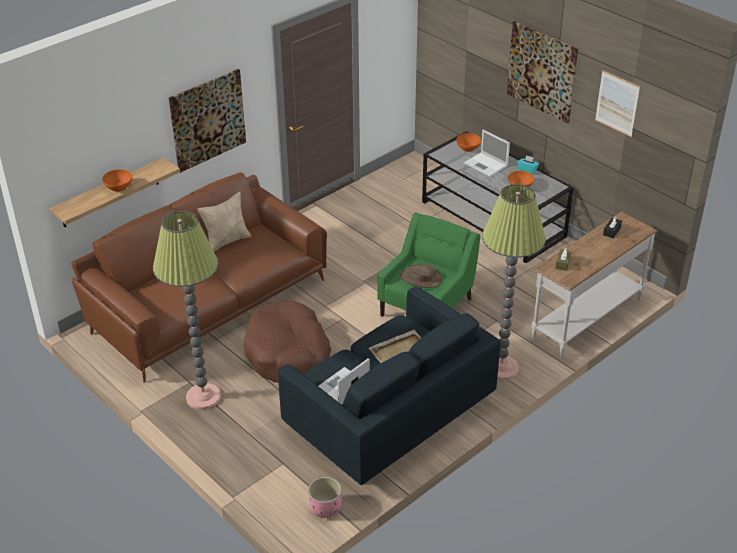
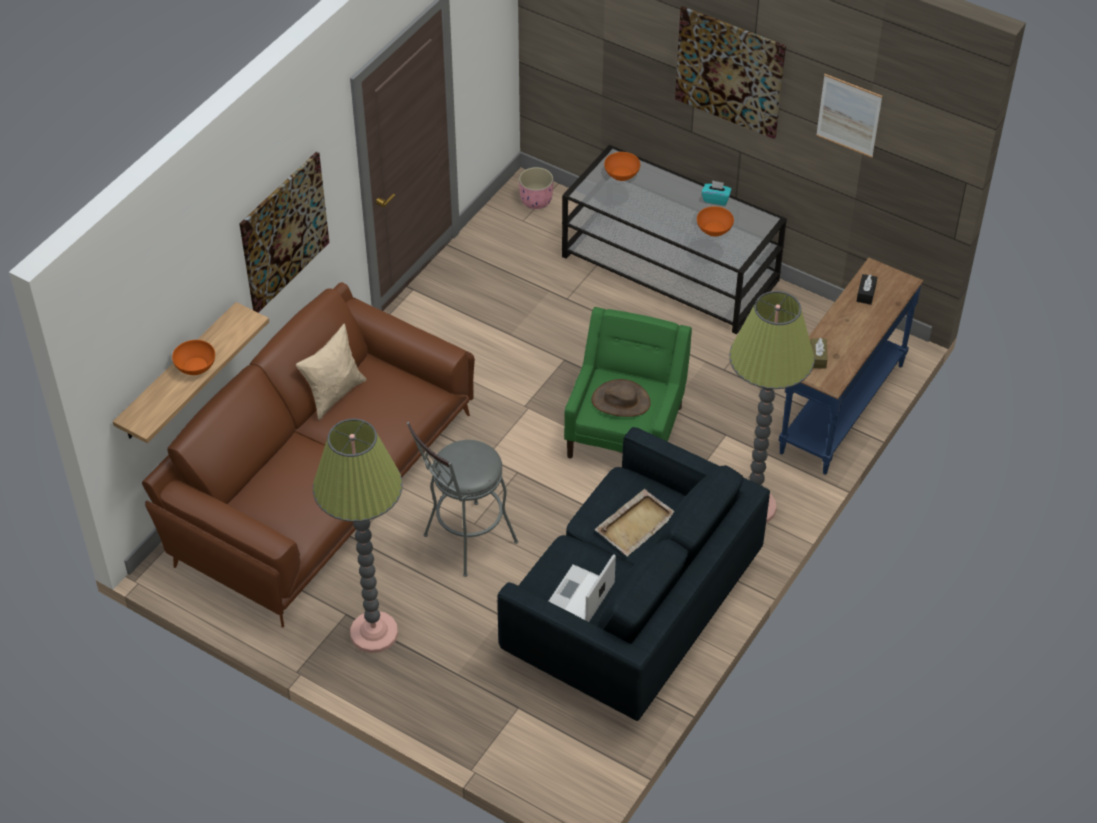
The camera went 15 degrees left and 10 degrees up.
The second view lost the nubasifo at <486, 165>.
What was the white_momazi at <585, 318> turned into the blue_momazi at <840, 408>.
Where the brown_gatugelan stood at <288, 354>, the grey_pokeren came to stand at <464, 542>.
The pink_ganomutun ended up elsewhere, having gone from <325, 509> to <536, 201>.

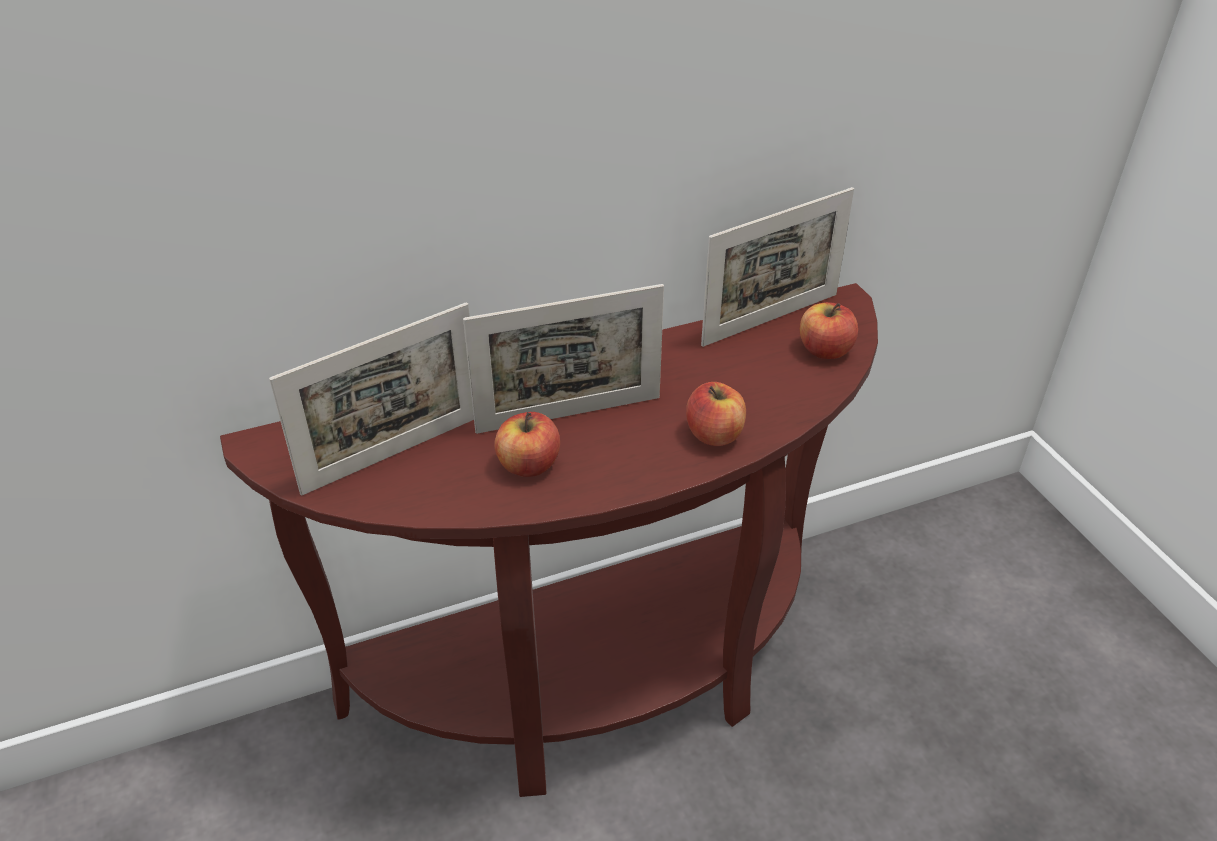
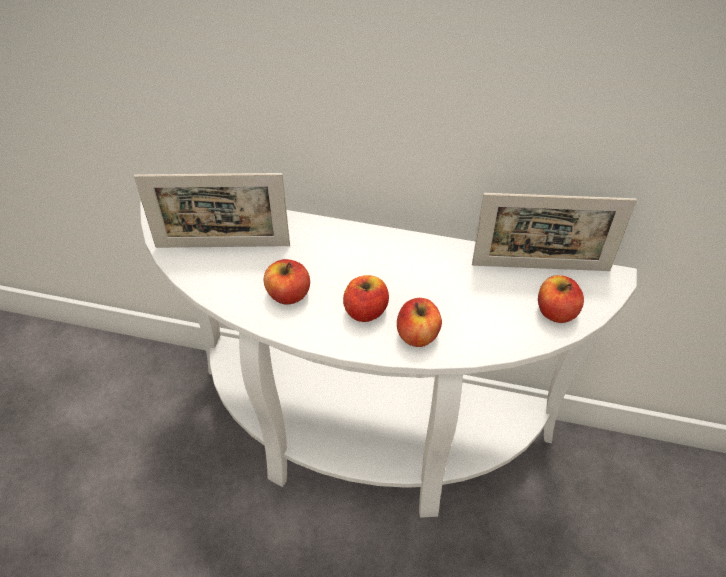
The camera went 35 degrees right and 10 degrees up.
What was the brown_momazi at <602, 681> turned into the white_momazi at <365, 439>.
The second view lost the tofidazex at <569, 414>.
The second view gained the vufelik at <365, 310>.

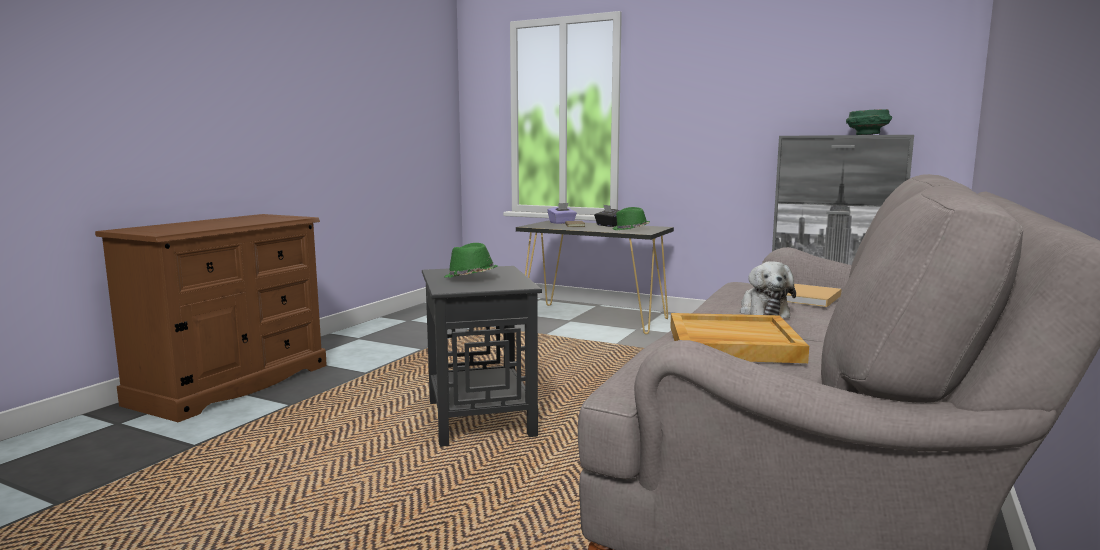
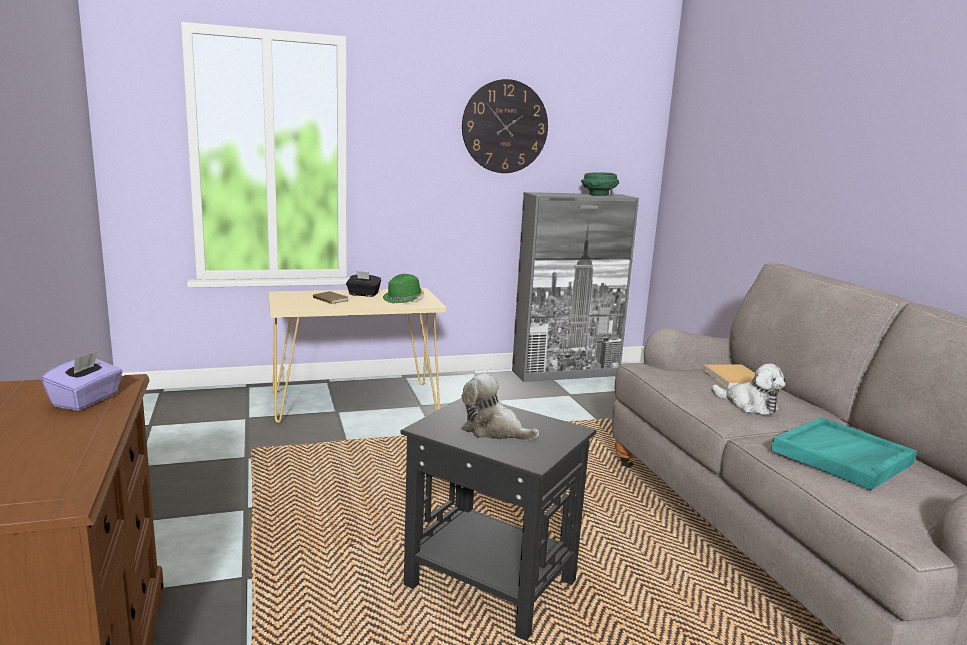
The camera went 45 degrees left and 5 degrees up.
The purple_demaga ended up elsewhere, having gone from <562, 223> to <86, 400>.
What was the black_momazi at <594, 318> turned into the beige_momazi at <356, 402>.
Where the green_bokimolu stood at <470, 277>, the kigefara came to stand at <493, 430>.
What was the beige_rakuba at <731, 344> turned into the turquoise_rakuba at <842, 457>.
The second view gained the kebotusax at <505, 127>.

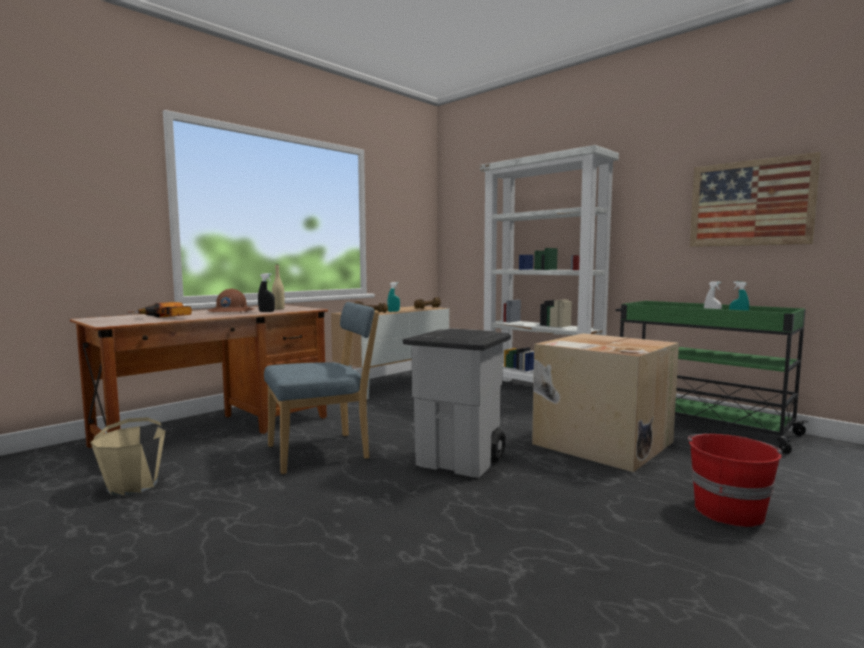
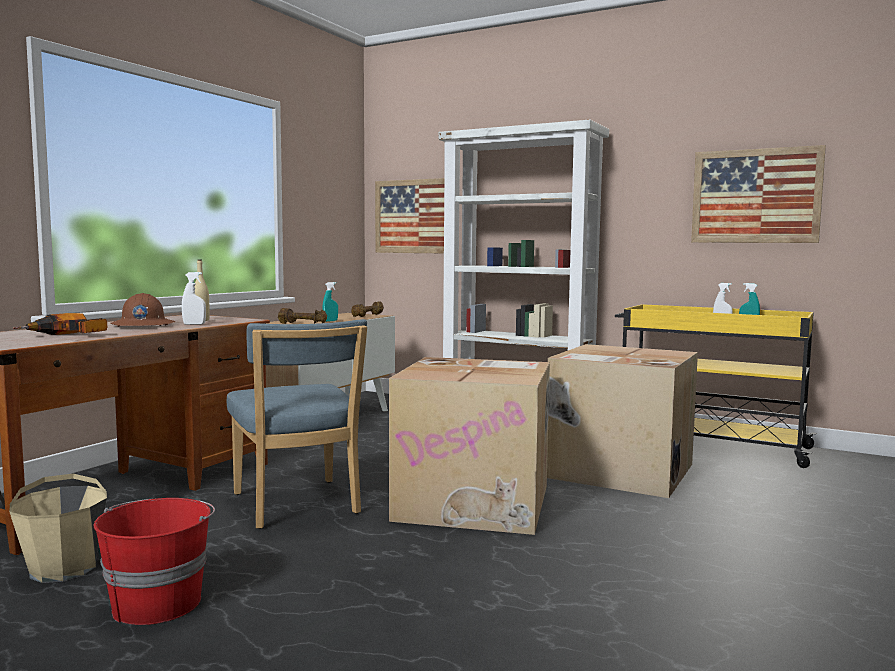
The camera went 15 degrees left and 0 degrees up.
What was the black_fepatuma at <266, 311> turned into the white_fepatuma at <194, 324>.
What was the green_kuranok at <698, 424> turned into the yellow_kuranok at <707, 444>.
The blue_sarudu at <323, 452> ended up facing another way, 105 degrees clockwise from before.
Where the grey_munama stood at <461, 461>, the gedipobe came to stand at <476, 502>.
The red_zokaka ended up elsewhere, having gone from <728, 510> to <158, 602>.
The second view gained the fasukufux at <415, 216>.

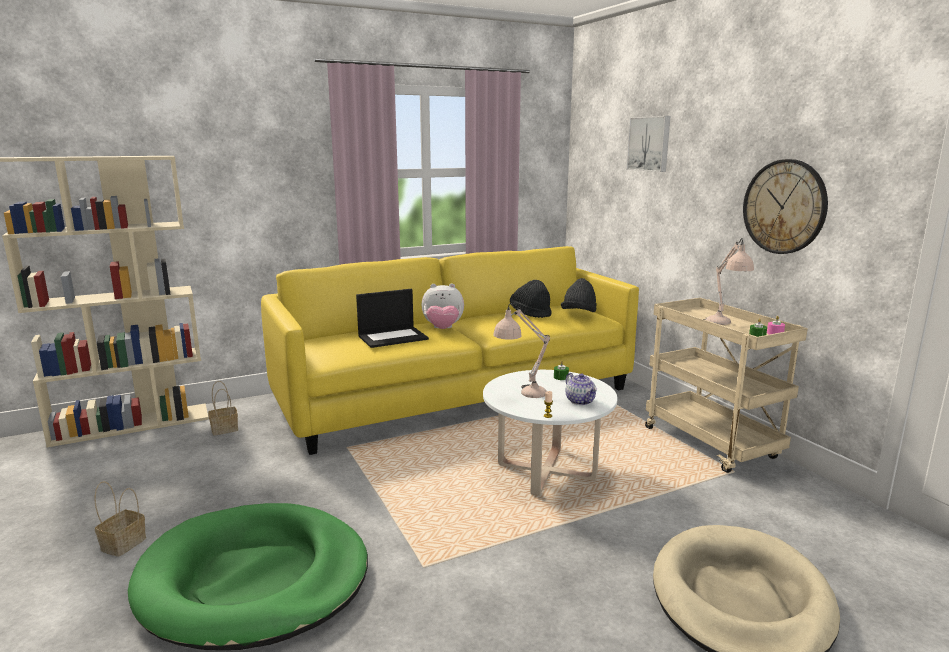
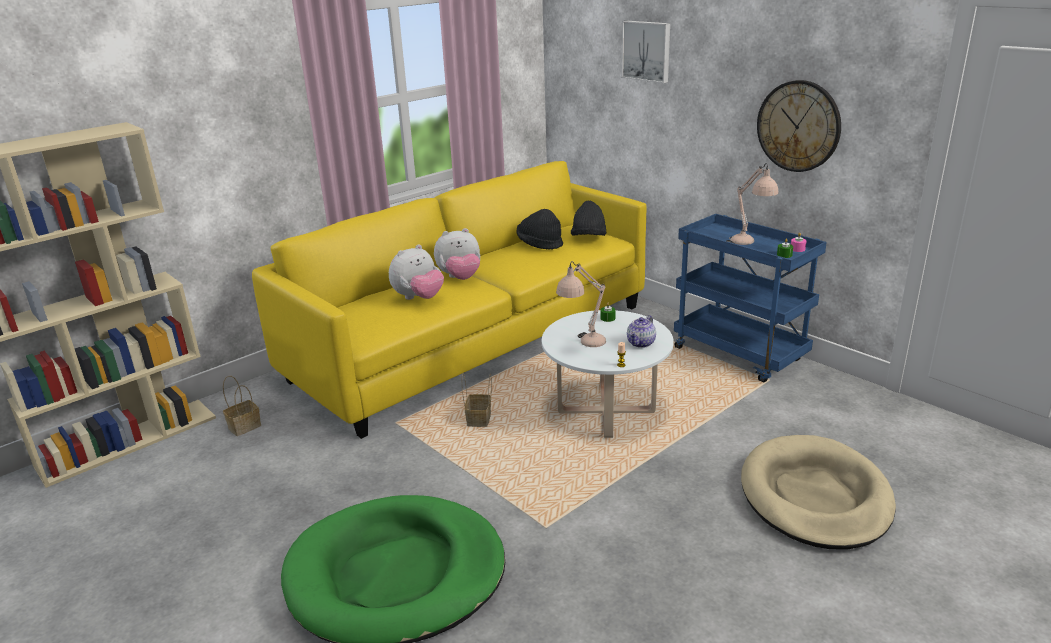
The camera went 15 degrees left and 10 degrees up.
Where the nubasifo stood at <393, 337>, the kigefara came to stand at <418, 298>.
What was the beige_kuranok at <712, 444> turned into the blue_kuranok at <740, 355>.
The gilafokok at <580, 401> ended up facing another way, 75 degrees clockwise from before.
The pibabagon ended up elsewhere, having gone from <123, 545> to <479, 420>.

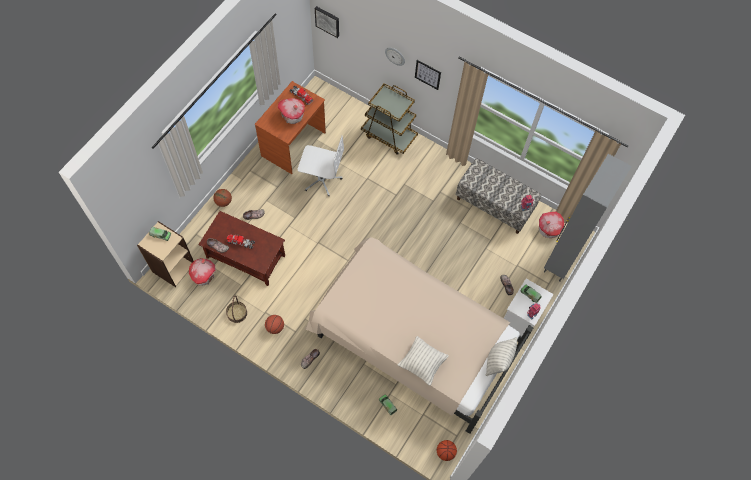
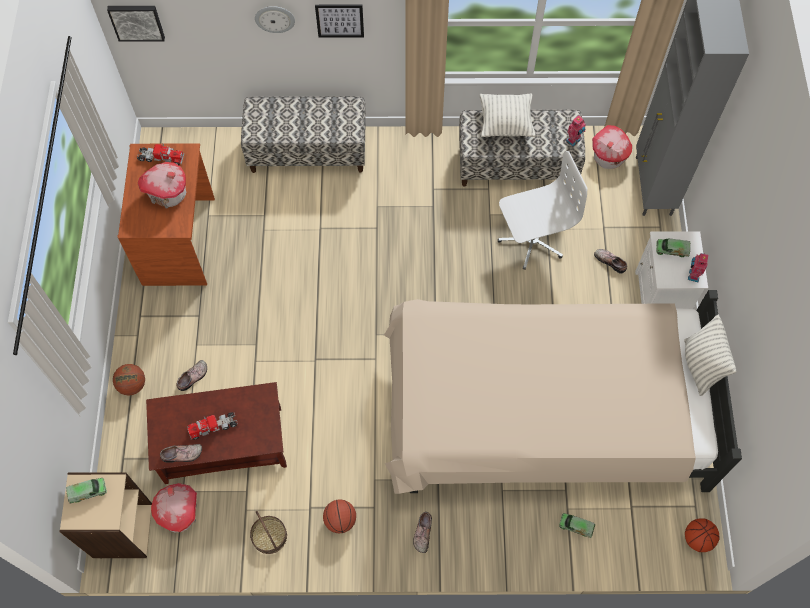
The camera went 30 degrees left and 0 degrees up.
Where the brown_kuranok stood at <389, 135>, the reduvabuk came to stand at <308, 152>.
The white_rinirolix ended up elsewhere, having gone from <321, 179> to <531, 240>.
The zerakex ended up elsewhere, having gone from <422, 363> to <505, 124>.

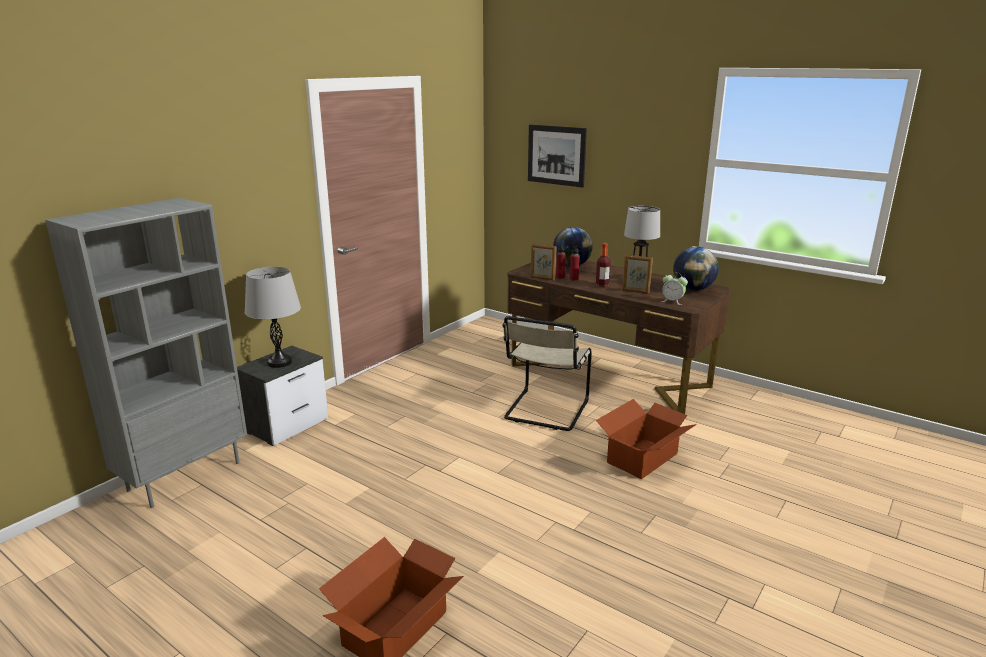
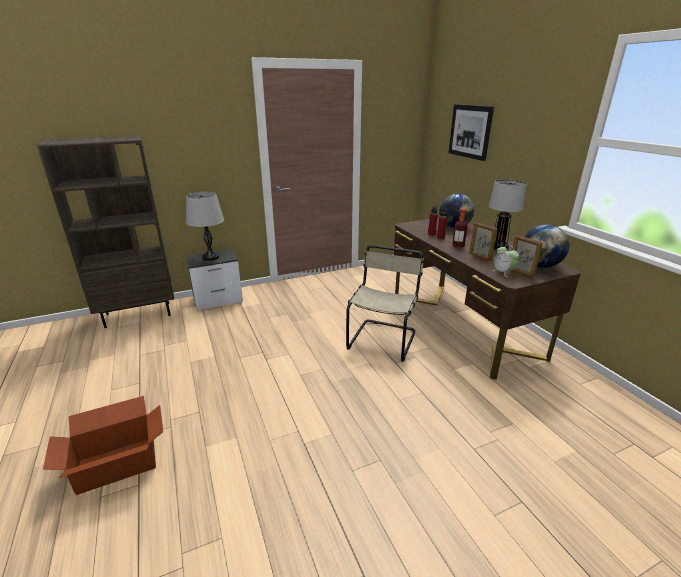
The camera went 30 degrees right and 5 degrees up.
What was the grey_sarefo at <185, 475> turned into the brown_sarefo at <139, 314>.
The tofidazex ended up elsewhere, having gone from <542, 278> to <520, 273>.
The beige_sarudu at <545, 411> ended up facing another way, 150 degrees clockwise from before.
The second view lost the gedipobe at <643, 458>.

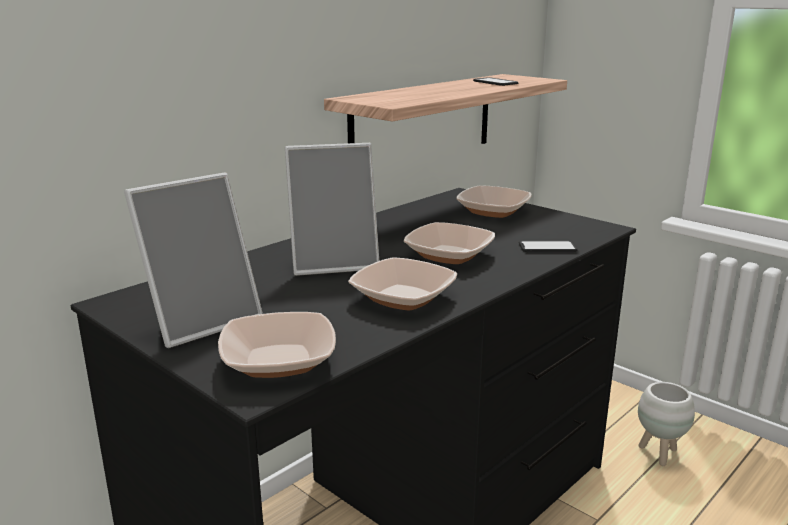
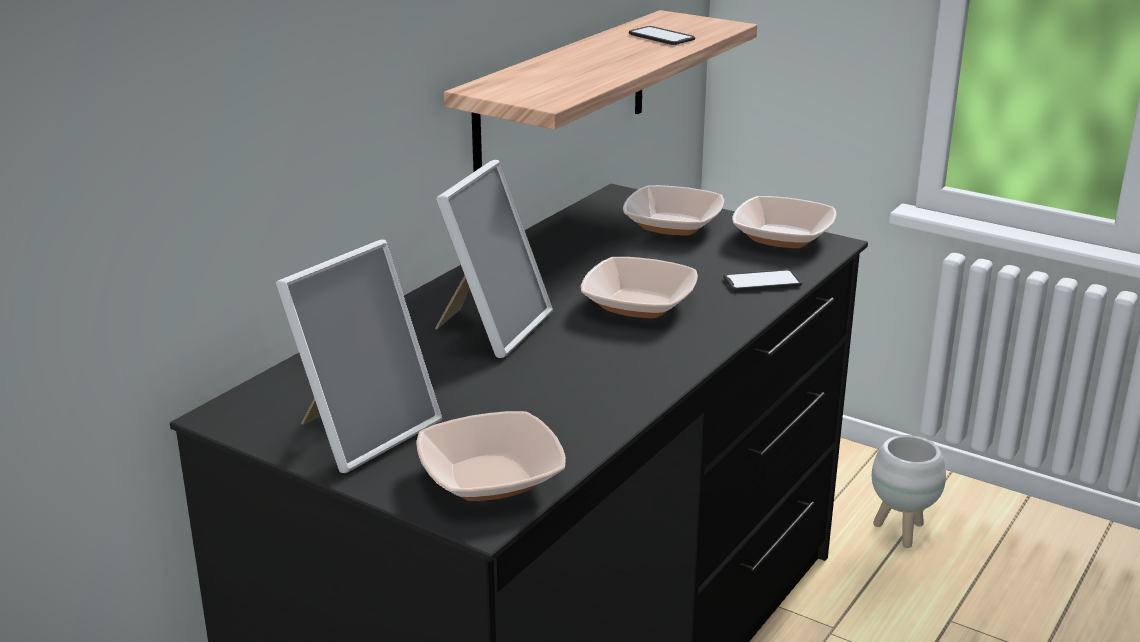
The camera went 10 degrees left and 5 degrees up.
The tofidazex at <334, 262> ended up facing another way, 45 degrees counterclockwise from before.
The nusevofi ended up elsewhere, having gone from <403, 297> to <782, 236>.

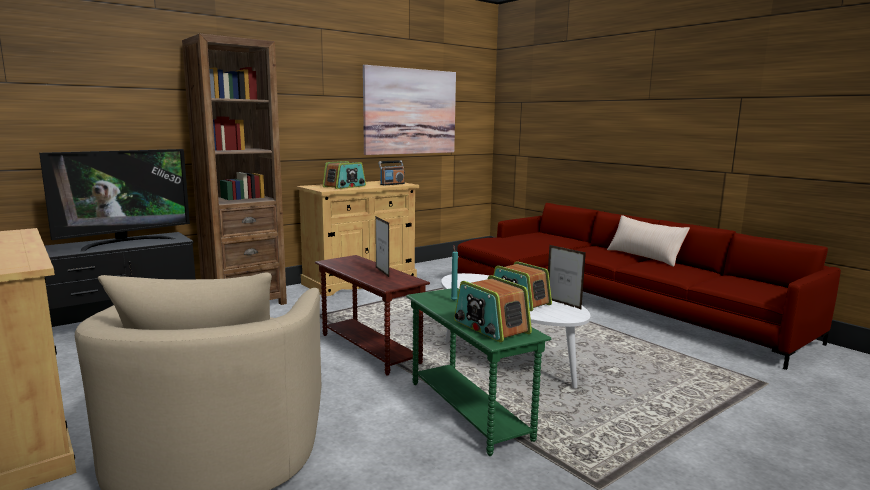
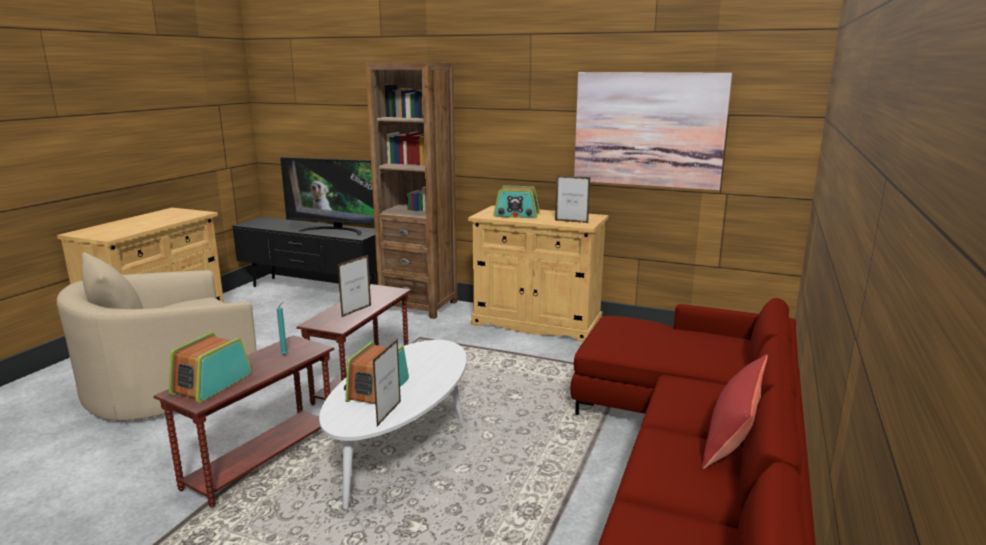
The camera went 60 degrees right and 5 degrees up.
Where the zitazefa stood at <392, 184>, the tofidazex came to stand at <571, 221>.
What was the beige_zerakex at <644, 256> turned into the red_zerakex at <733, 436>.
What was the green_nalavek at <469, 410> turned into the brown_nalavek at <262, 460>.

